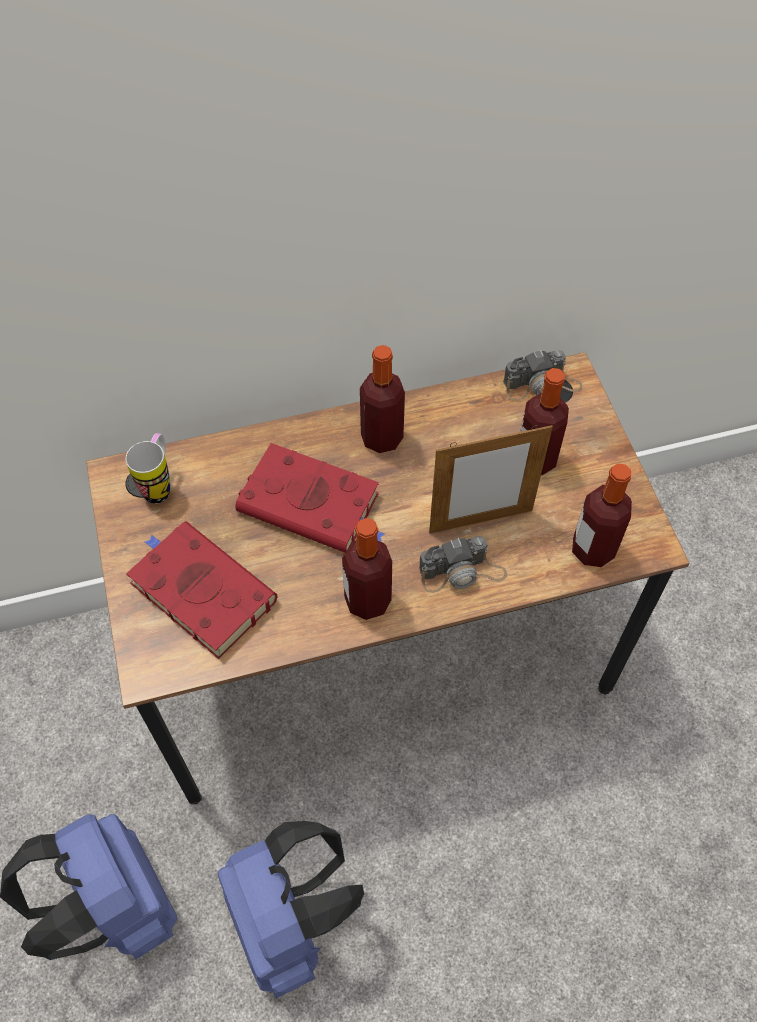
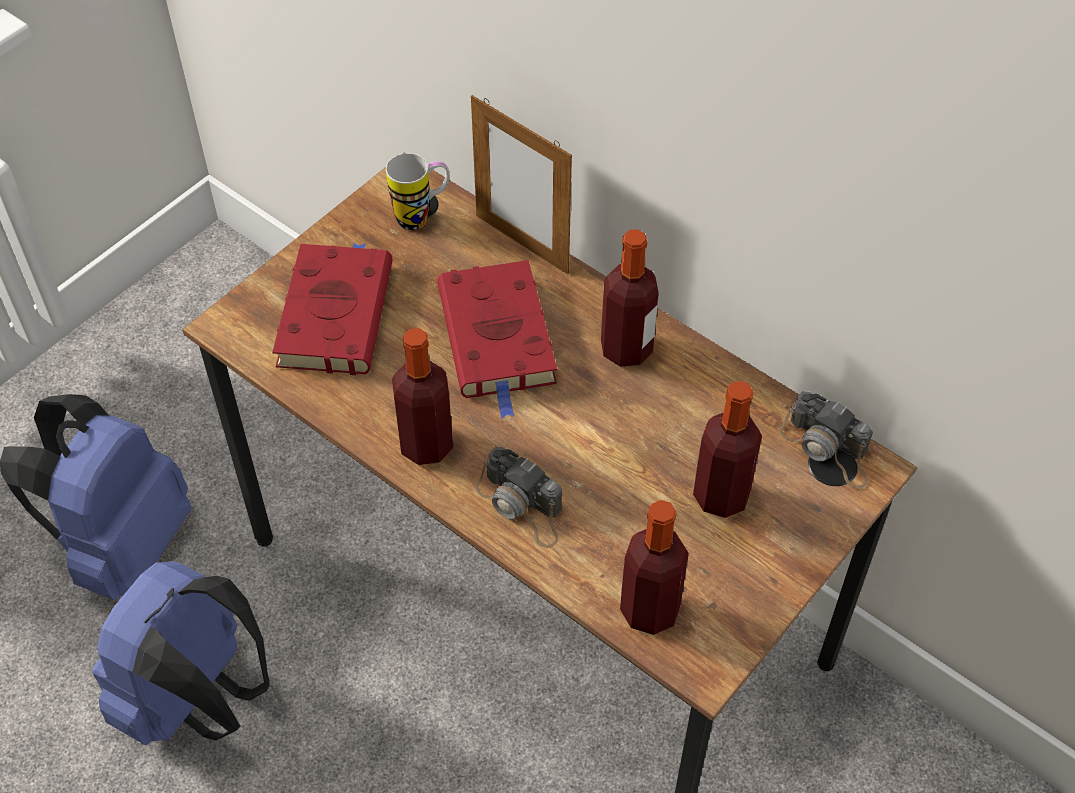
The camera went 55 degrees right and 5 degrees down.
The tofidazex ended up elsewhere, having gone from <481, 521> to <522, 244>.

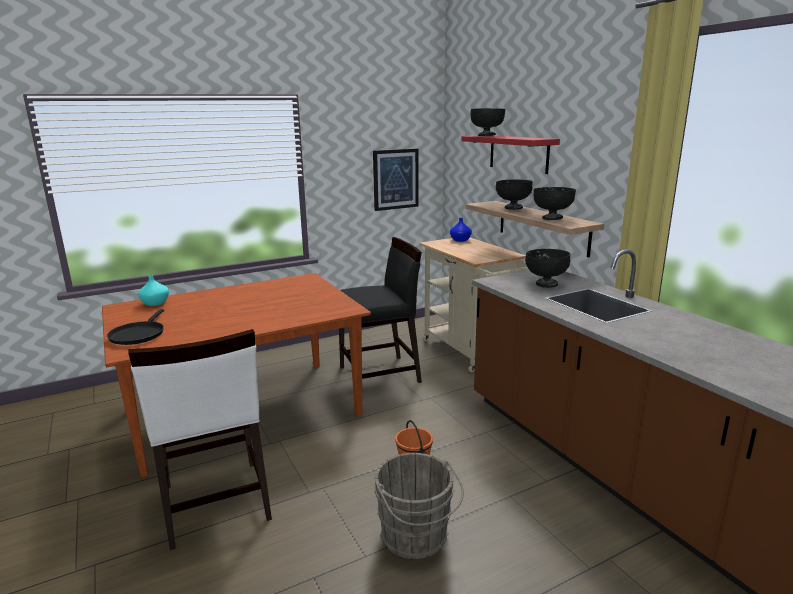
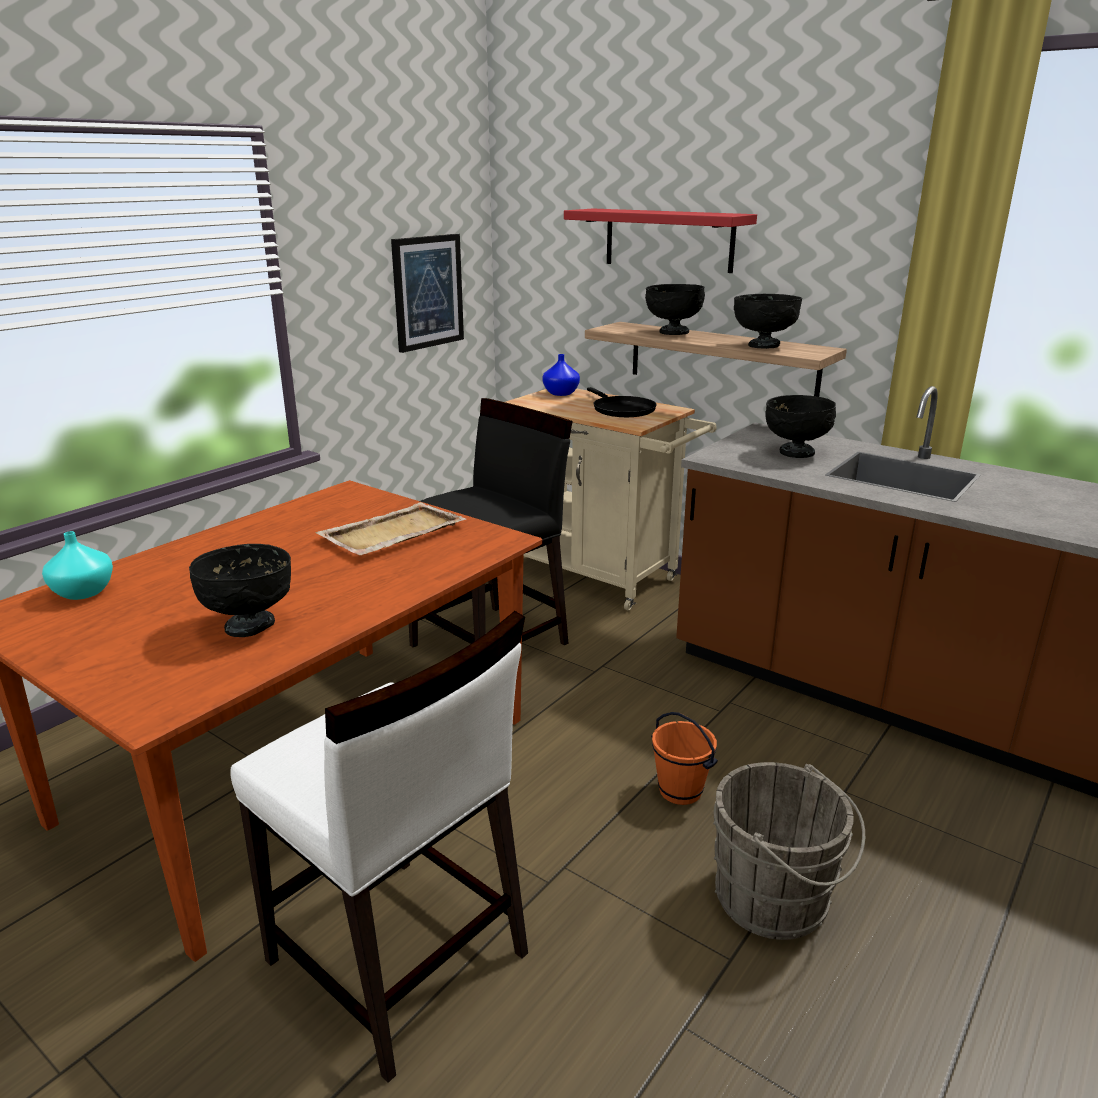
The camera went 25 degrees left and 5 degrees up.
The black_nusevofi ended up elsewhere, having gone from <486, 136> to <250, 625>.
The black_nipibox ended up elsewhere, having gone from <138, 334> to <621, 409>.
The second view gained the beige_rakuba at <391, 533>.

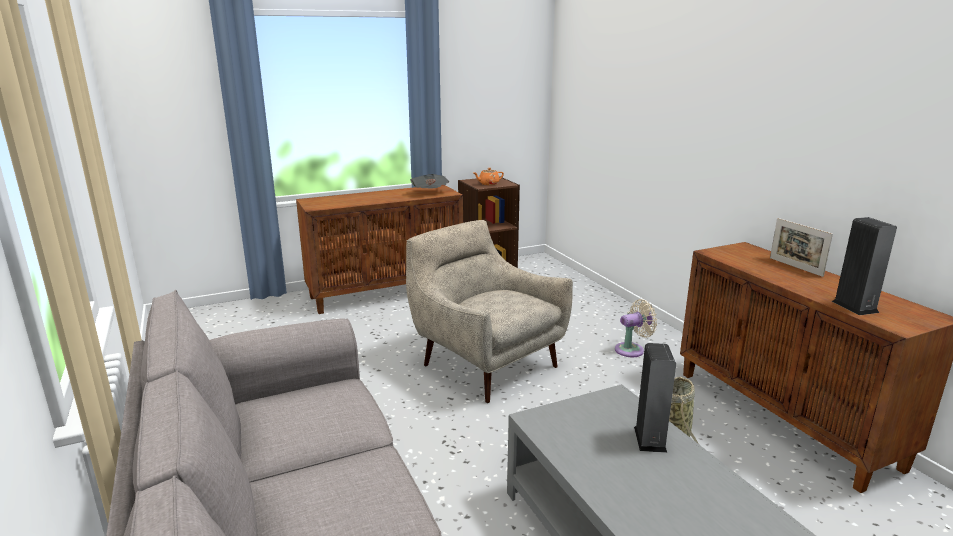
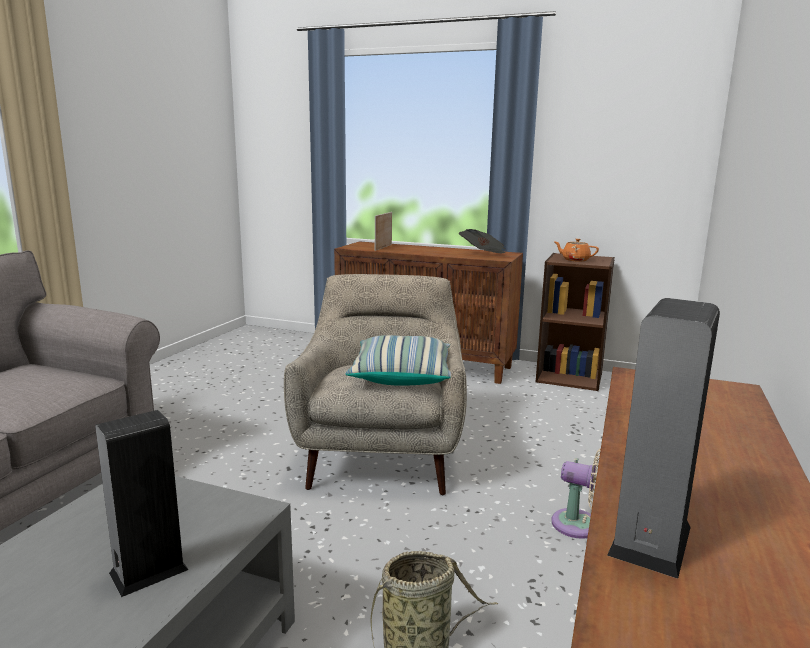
The camera went 45 degrees right and 5 degrees down.
The tofidazex ended up elsewhere, having gone from <795, 267> to <383, 247>.
The second view gained the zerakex at <401, 376>.

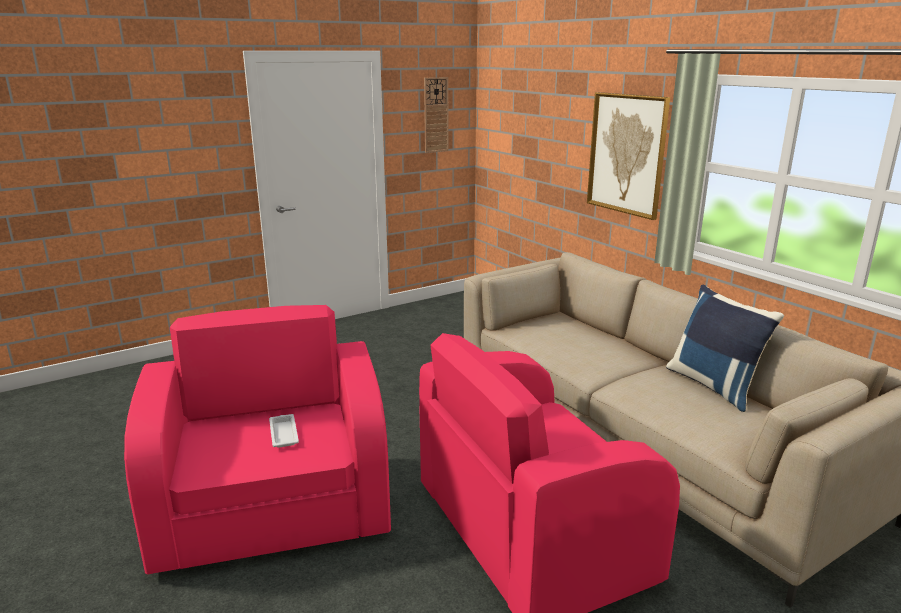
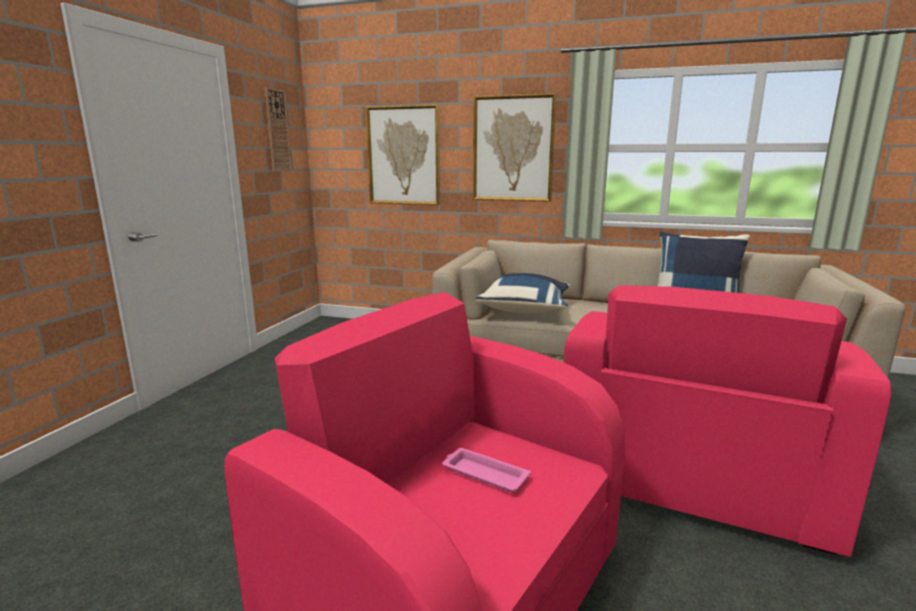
The camera went 40 degrees left and 5 degrees down.
What was the white_rakuba at <283, 433> turned into the pink_rakuba at <484, 474>.
The second view gained the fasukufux at <403, 156>.
The second view gained the blue_zerakex at <525, 310>.

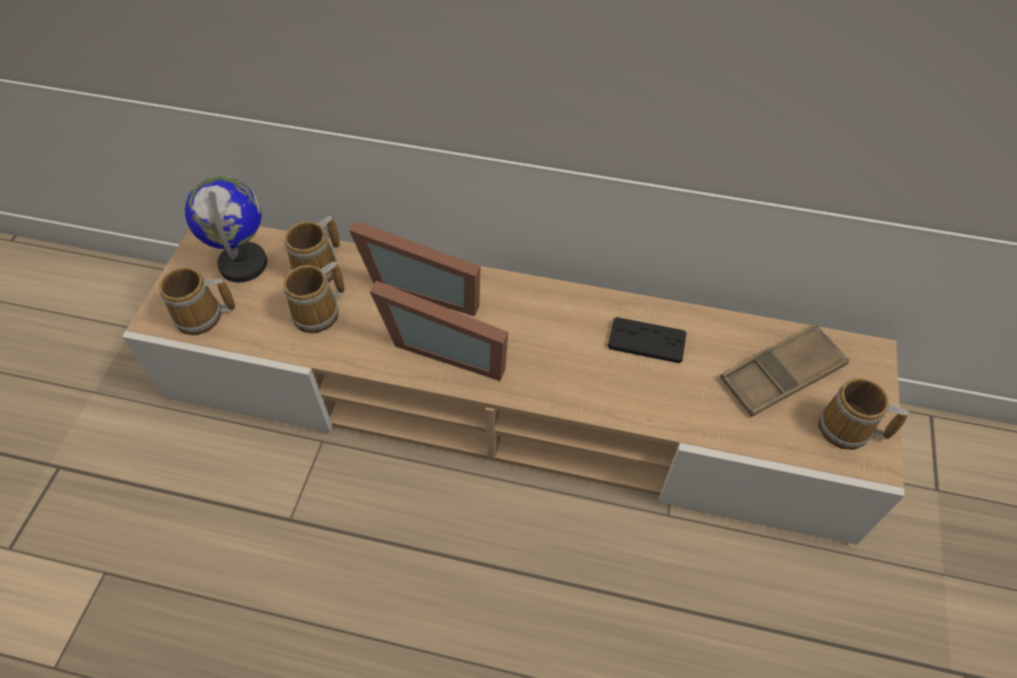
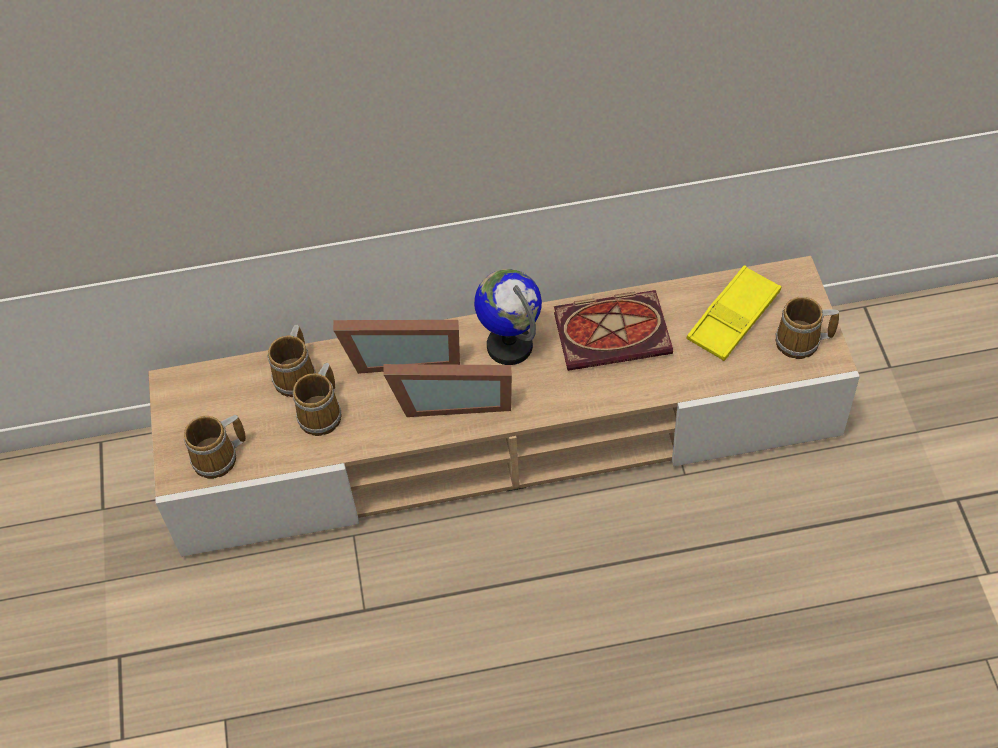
The camera went 20 degrees left and 0 degrees up.
The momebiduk ended up elsewhere, having gone from <244, 263> to <510, 345>.
Where the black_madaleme stood at <646, 341>, the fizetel came to stand at <614, 331>.
What was the brown_rakuba at <781, 375> turned into the yellow_rakuba at <733, 318>.

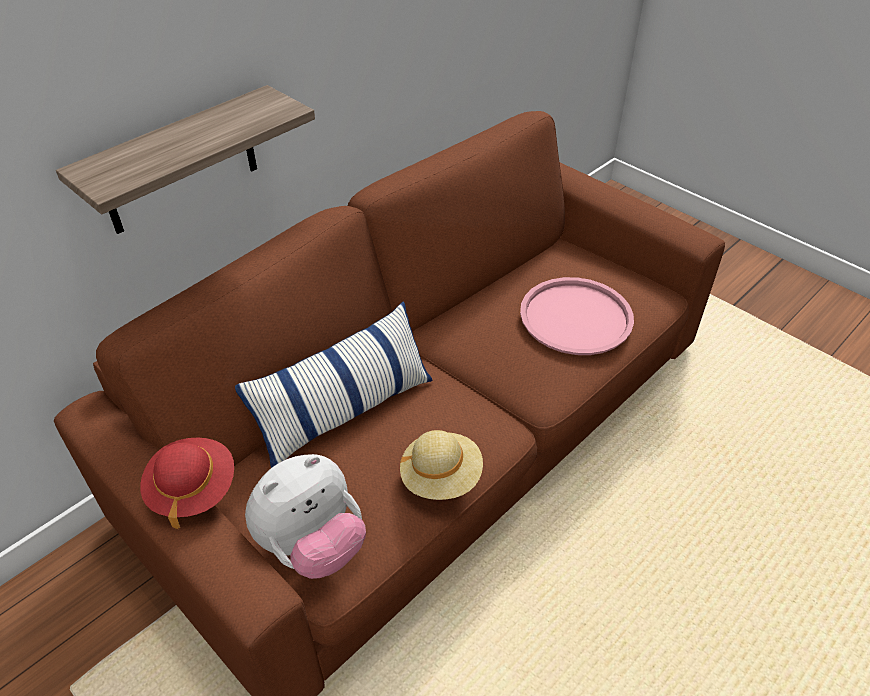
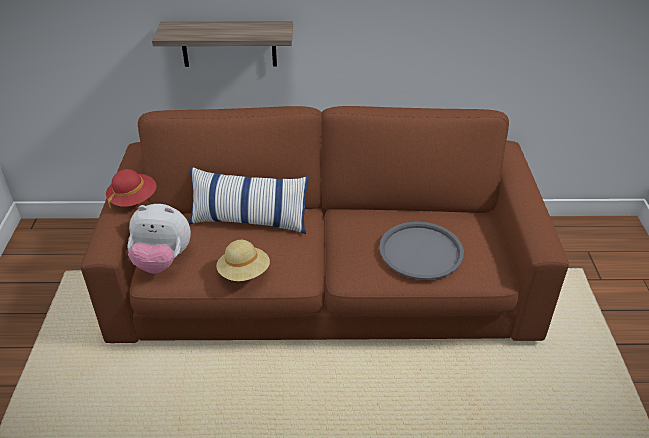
The camera went 45 degrees right and 5 degrees down.
What was the pink_rakuba at <576, 317> turned into the grey_rakuba at <421, 251>.

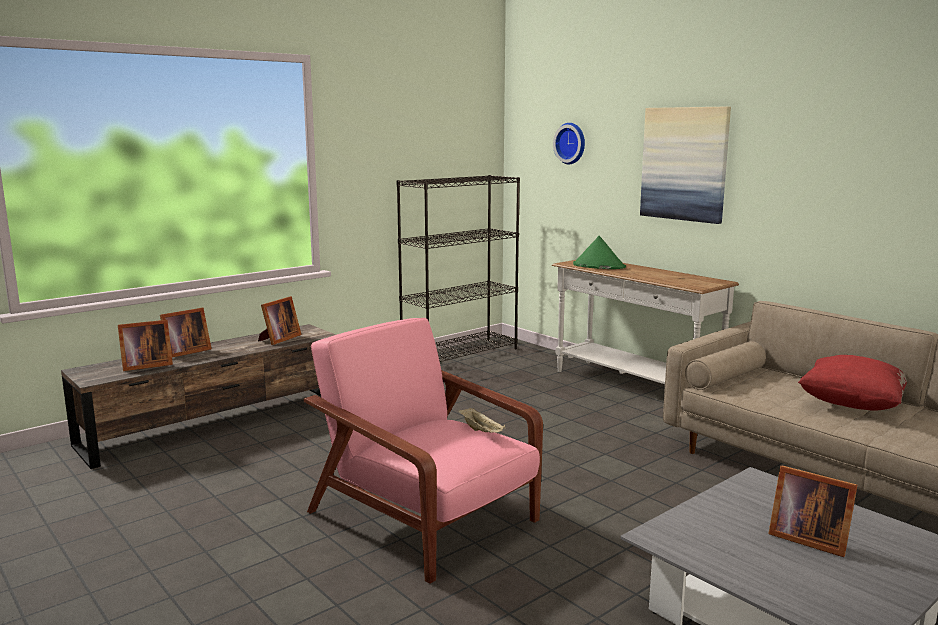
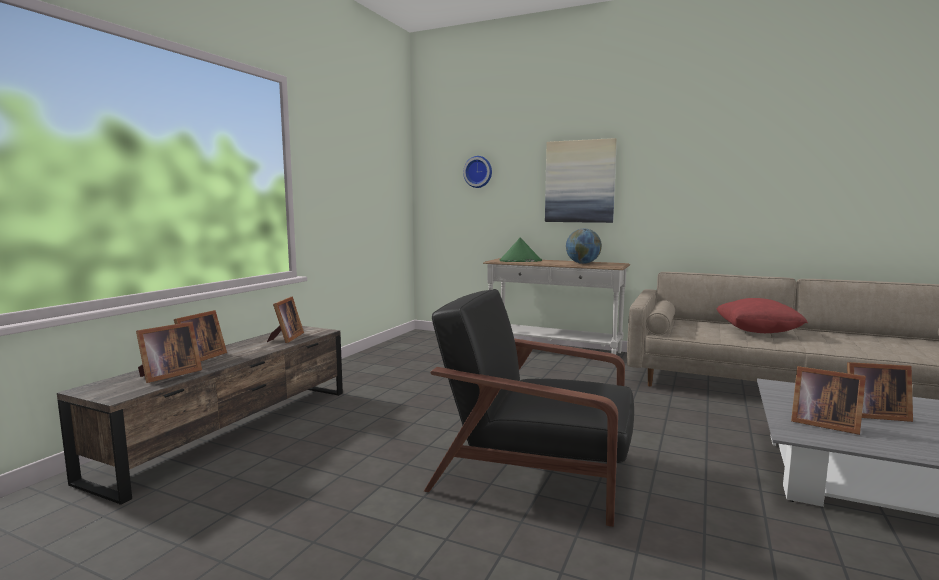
The camera went 25 degrees left and 5 degrees down.
The second view lost the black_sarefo at <460, 354>.
What was the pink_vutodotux at <425, 518> turned into the black_vutodotux at <535, 472>.
The second view lost the beige_rakuba at <481, 431>.
The second view gained the momebiduk at <582, 263>.
The second view gained the tofidazex at <821, 423>.

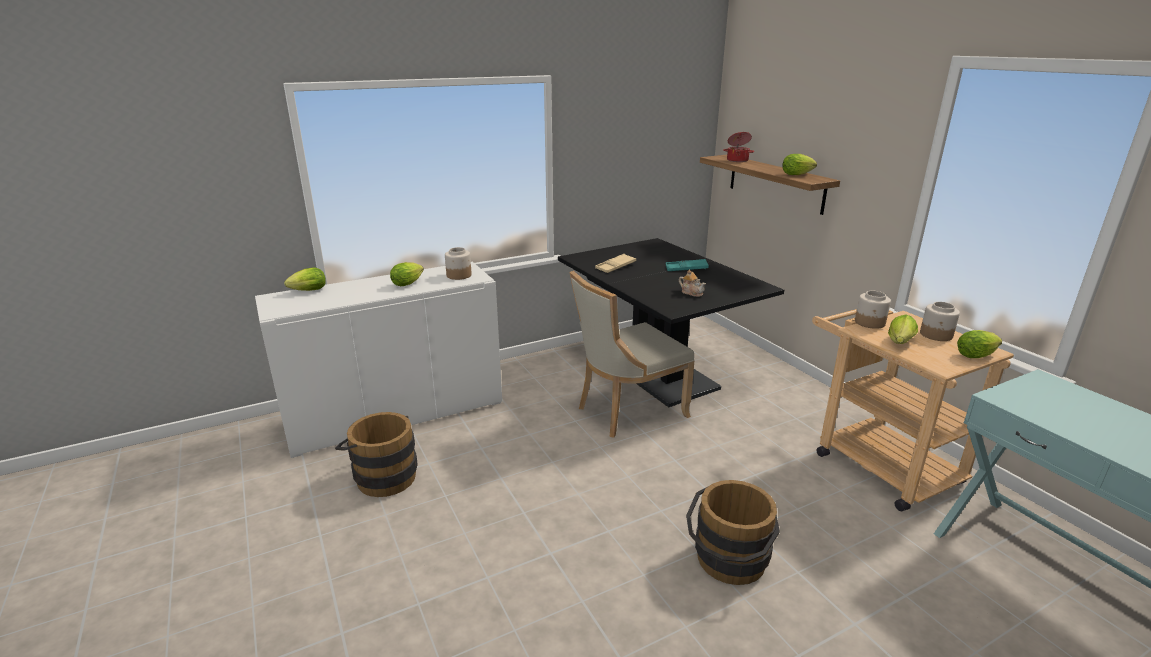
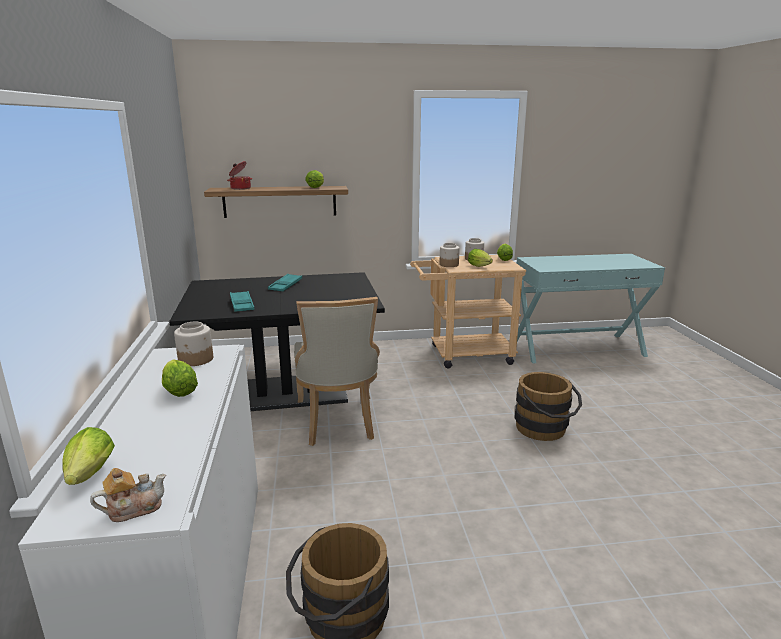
The camera went 70 degrees left and 5 degrees down.
What was the beige_rakuba at <615, 266> turned into the turquoise_rakuba at <242, 304>.
The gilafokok ended up elsewhere, having gone from <691, 292> to <133, 509>.

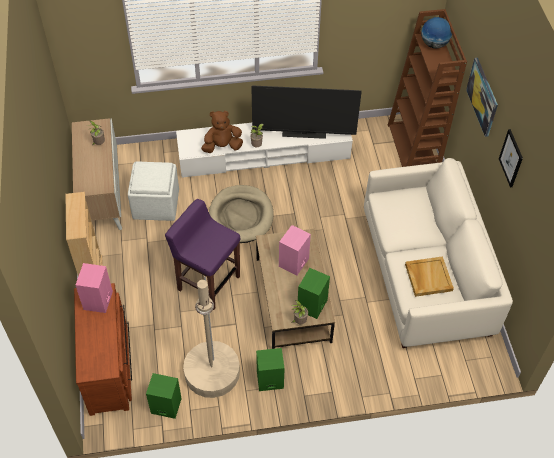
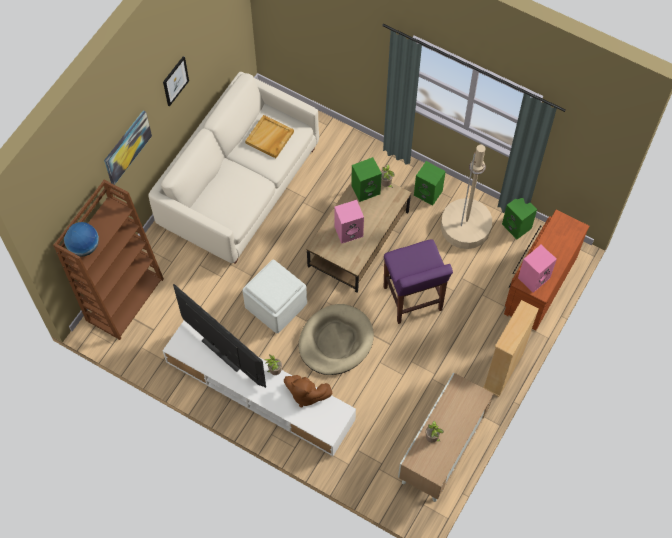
The camera went 140 degrees left and 10 degrees up.
The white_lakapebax ended up elsewhere, having gone from <156, 203> to <275, 305>.

